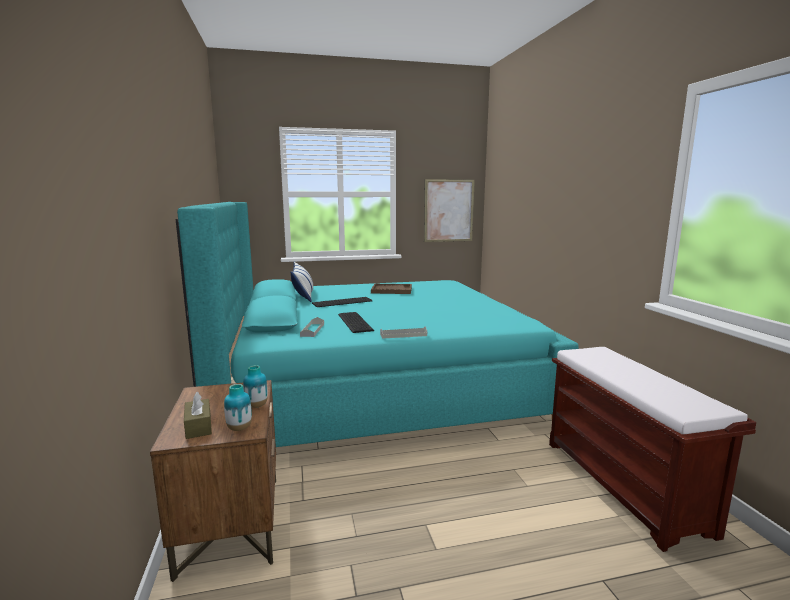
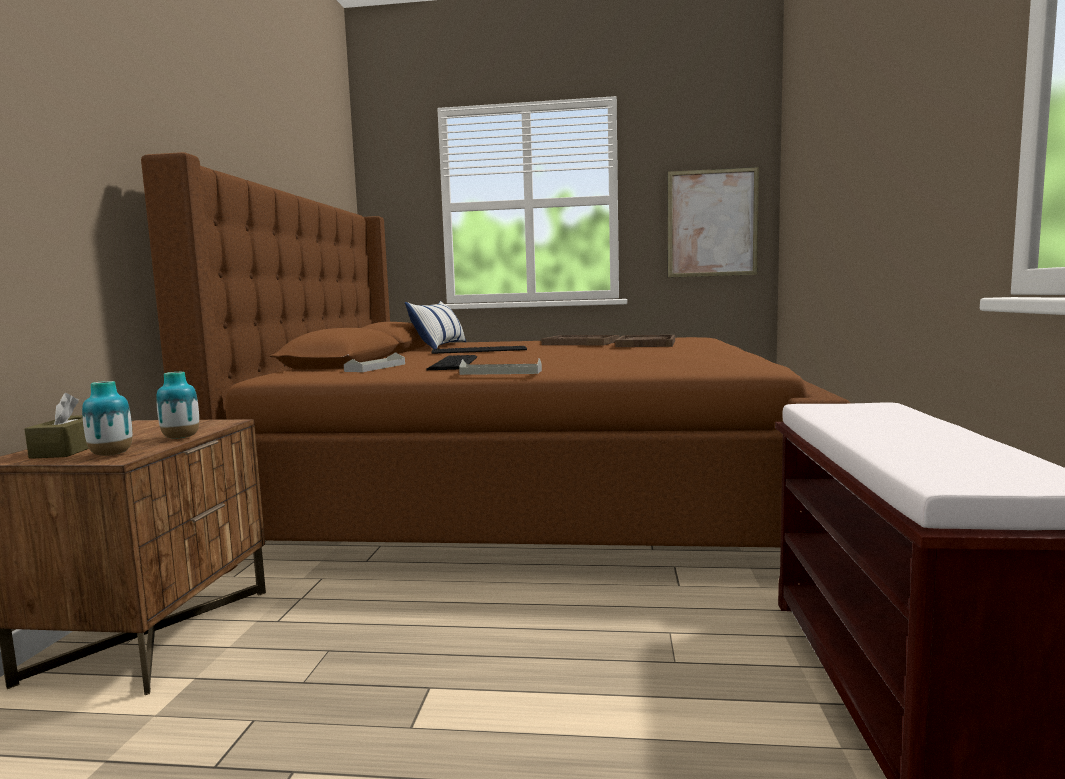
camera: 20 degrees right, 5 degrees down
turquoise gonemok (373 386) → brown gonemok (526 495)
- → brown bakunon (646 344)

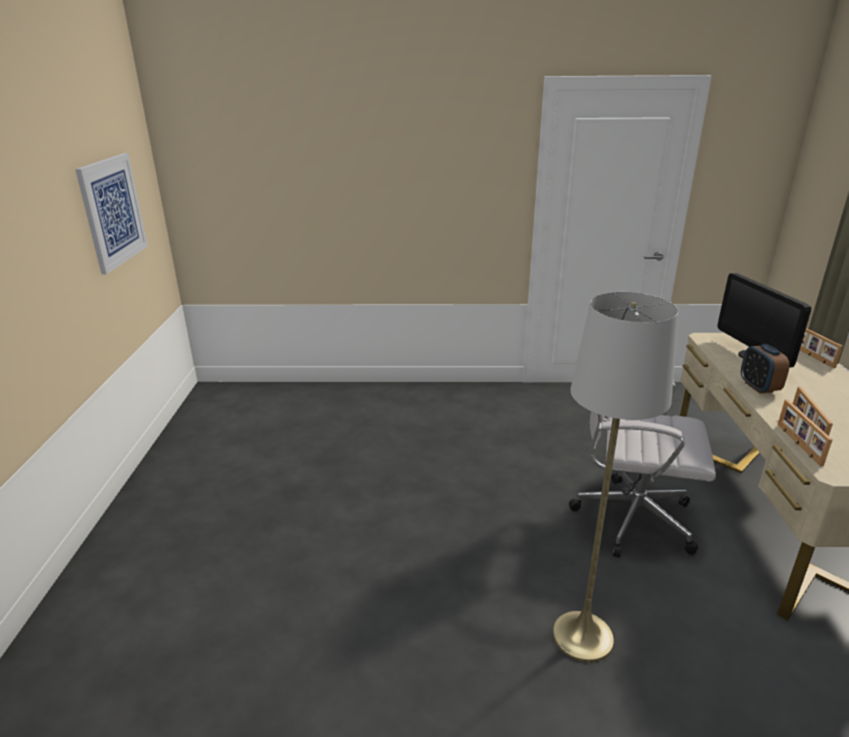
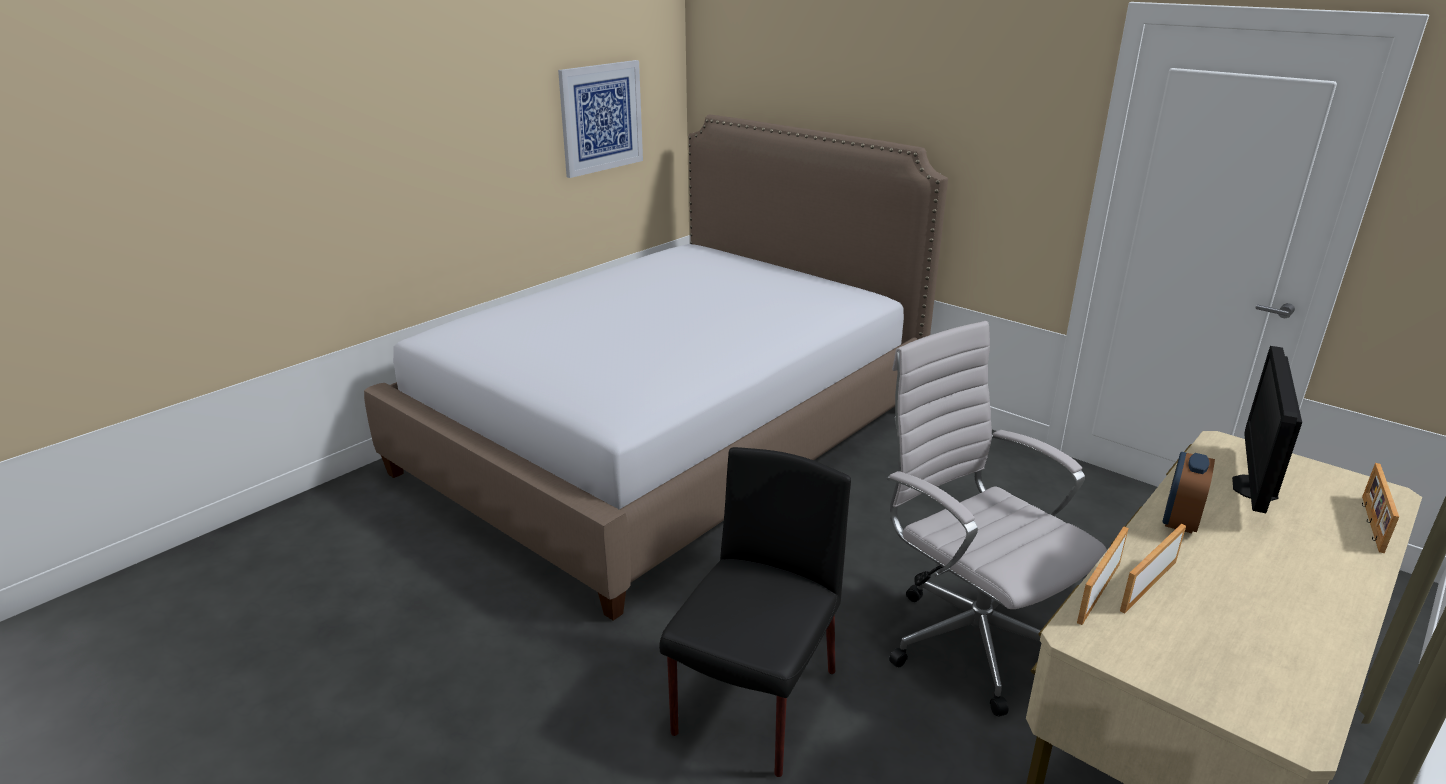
camera: 40 degrees right, 0 degrees up
- → gonemok (669 440)
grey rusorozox (582 636) → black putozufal (755 704)

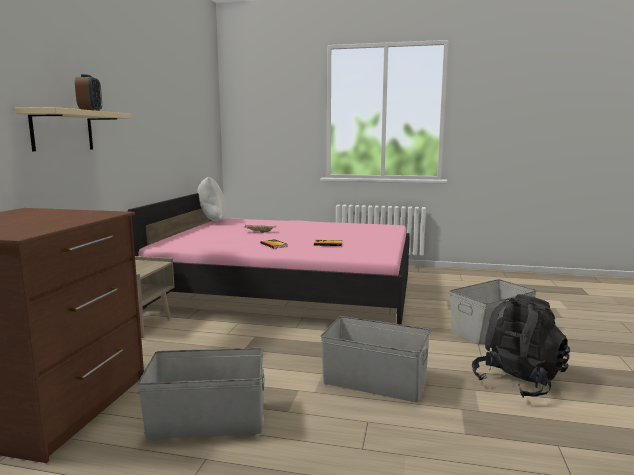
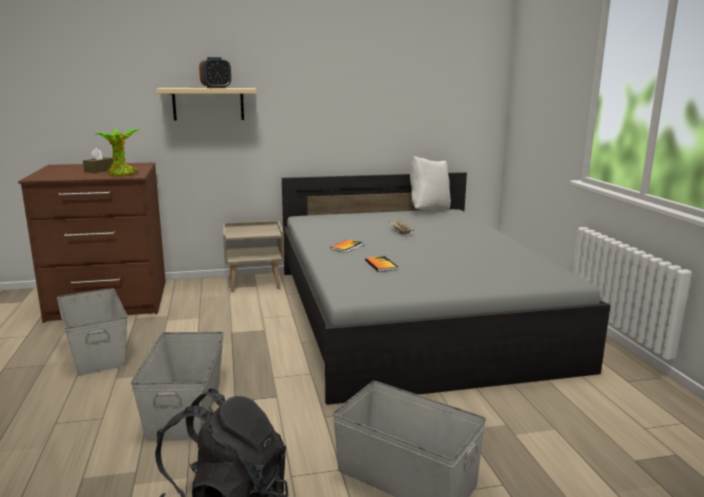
camera: 65 degrees right, 5 degrees up
- → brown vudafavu (99 170)
- → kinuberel (122 175)
pink gonemok (288 291) → grey gonemok (410 314)

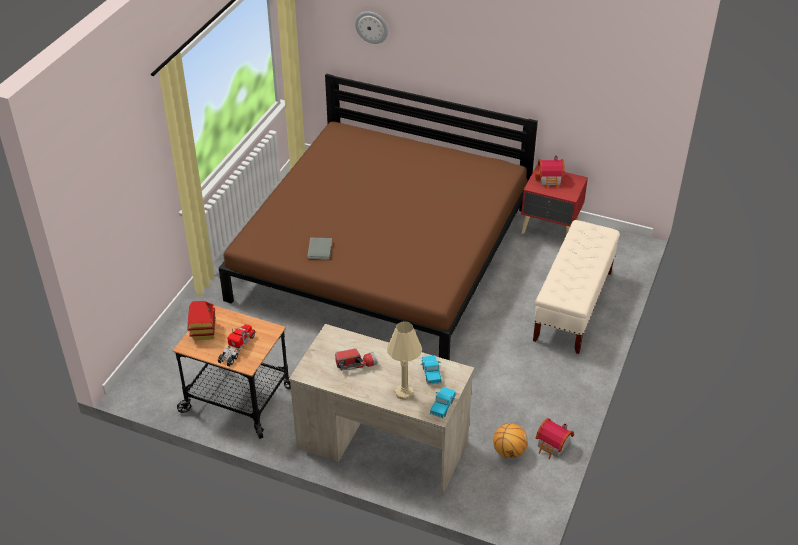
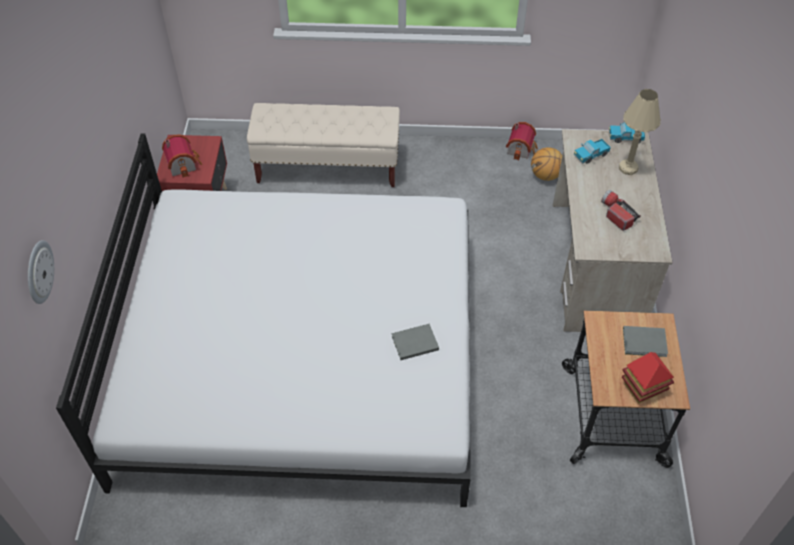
camera: 110 degrees left, 10 degrees up
brown gonemok (384 253) → white gonemok (301 355)
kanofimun (237 348) → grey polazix (645 343)

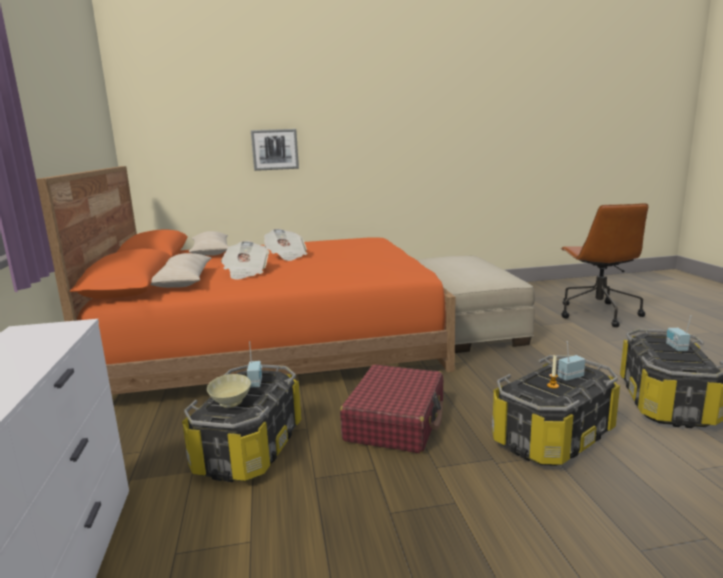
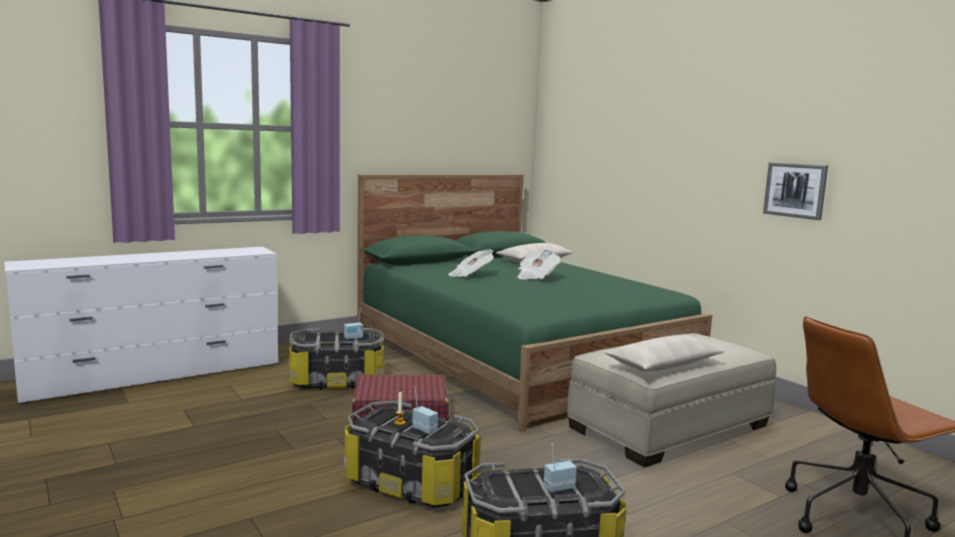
camera: 65 degrees right, 5 degrees down
orange gonemok (275 342) → green gonemok (517 356)
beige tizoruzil (183 281) → beige tizoruzil (664 365), shifted
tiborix (275 149) → tiborix (795 190), shifted
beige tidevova (230 403) → -

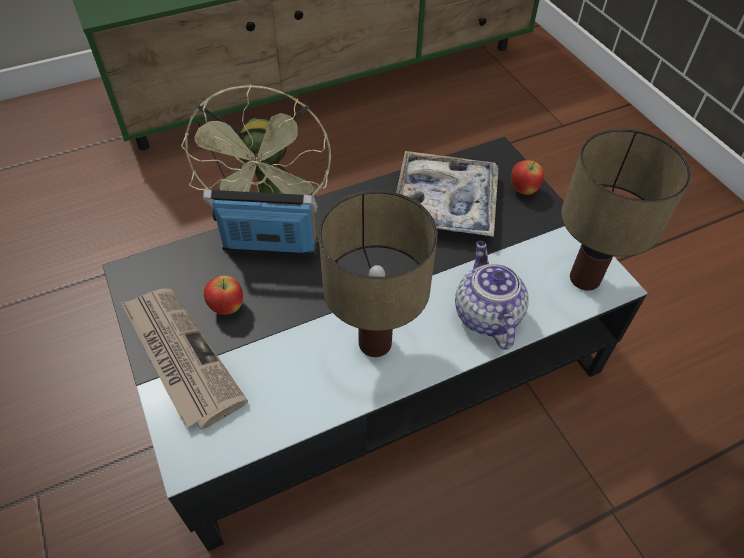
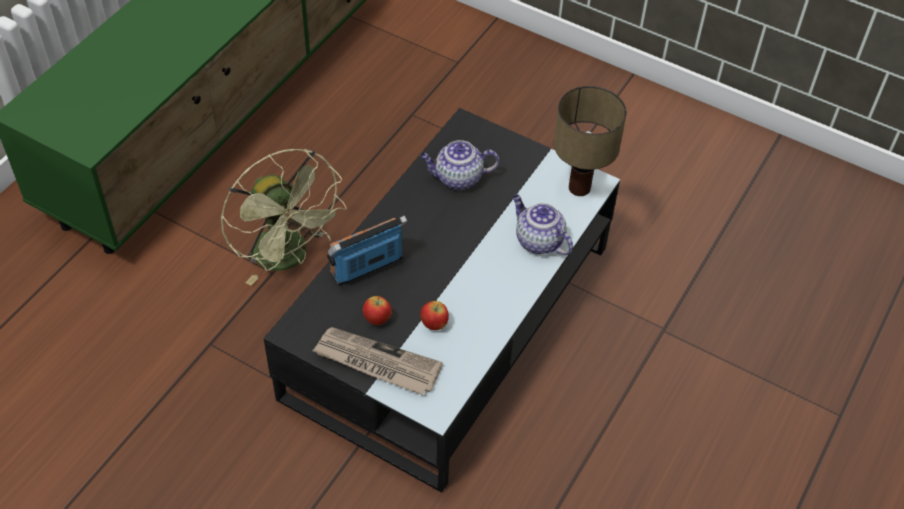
camera: 35 degrees left, 0 degrees up
bakunon (445 203) → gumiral (457 178)
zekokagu (523 190) → zekokagu (434 324), shifted
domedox (374 344) → -

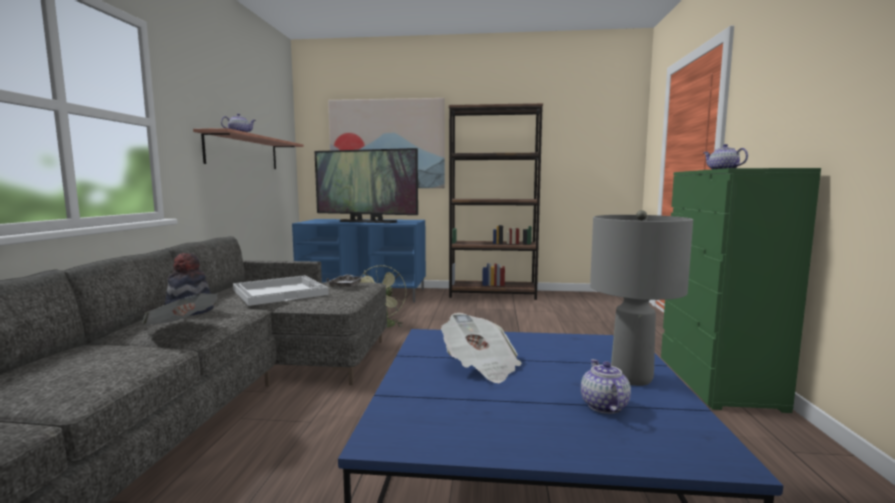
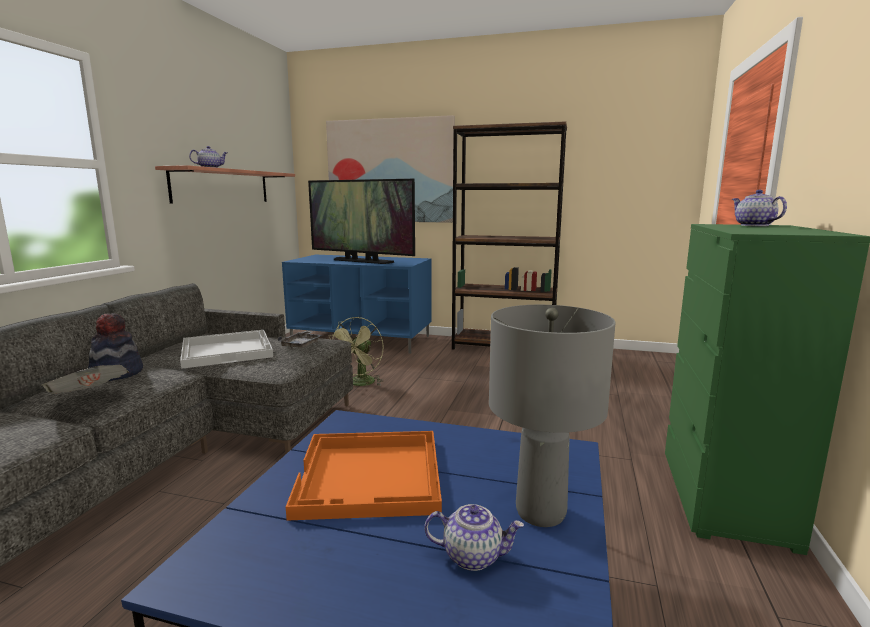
camera: 10 degrees right, 5 degrees up
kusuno (481 367) → orange bakunon (371 476)
gumiral (603 406) → gumiral (473 556), 90 degrees clockwise

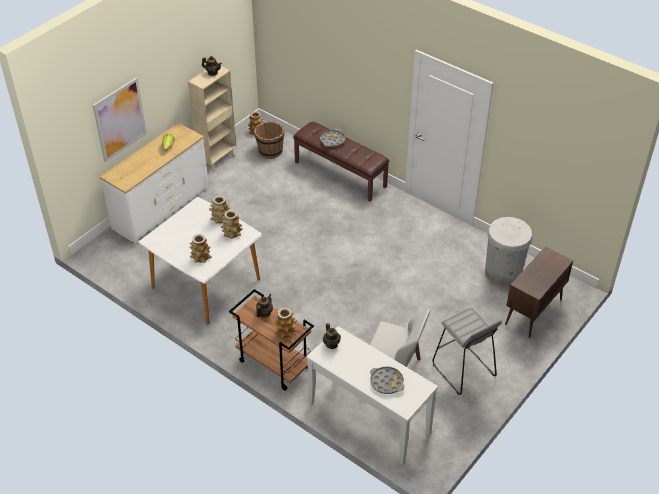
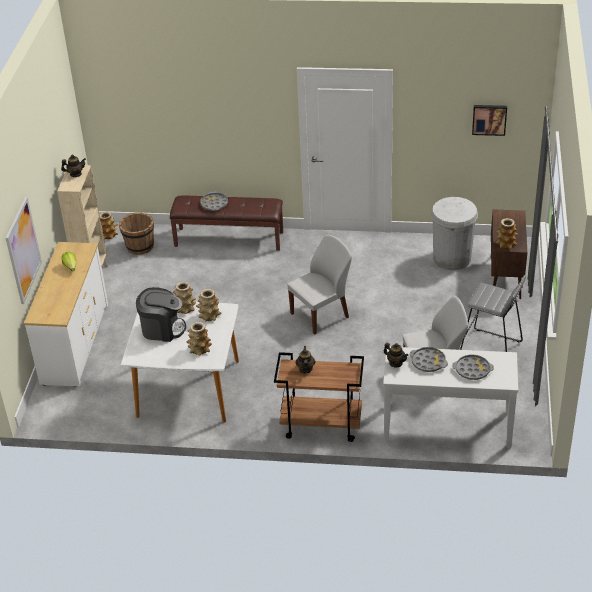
camera: 30 degrees left, 5 degrees down
- → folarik (162 329)
- → white putozufal (321 315)
- → grey bakunon (428 362)
- → tiborix (489 119)
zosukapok (286 331) → zosukapok (506 244), shifted

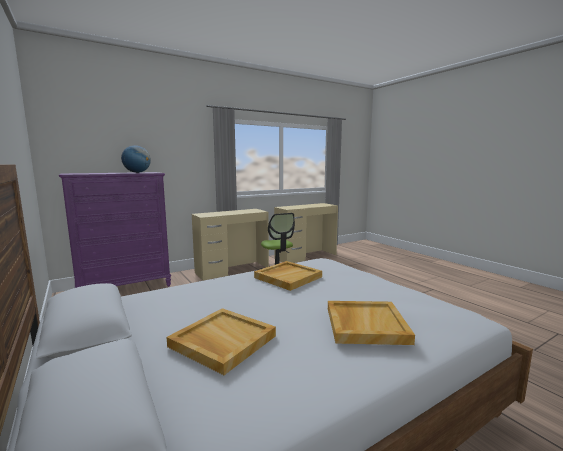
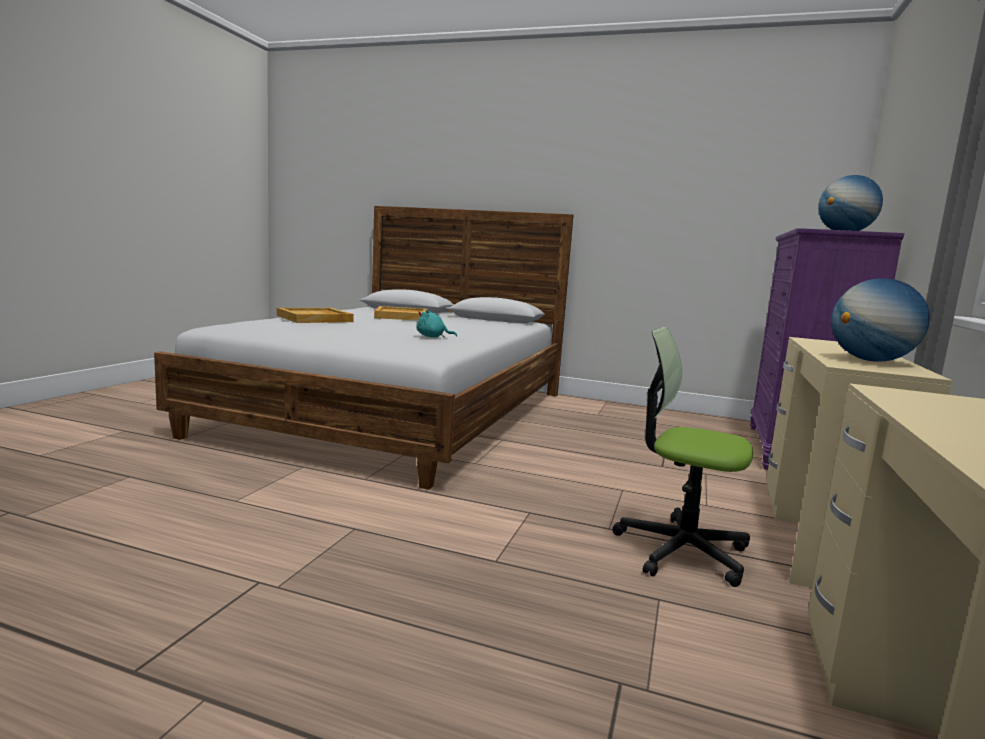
camera: 140 degrees right, 0 degrees up
beige bakunon (288 277) → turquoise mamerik (432 337)
- → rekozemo (871 360)

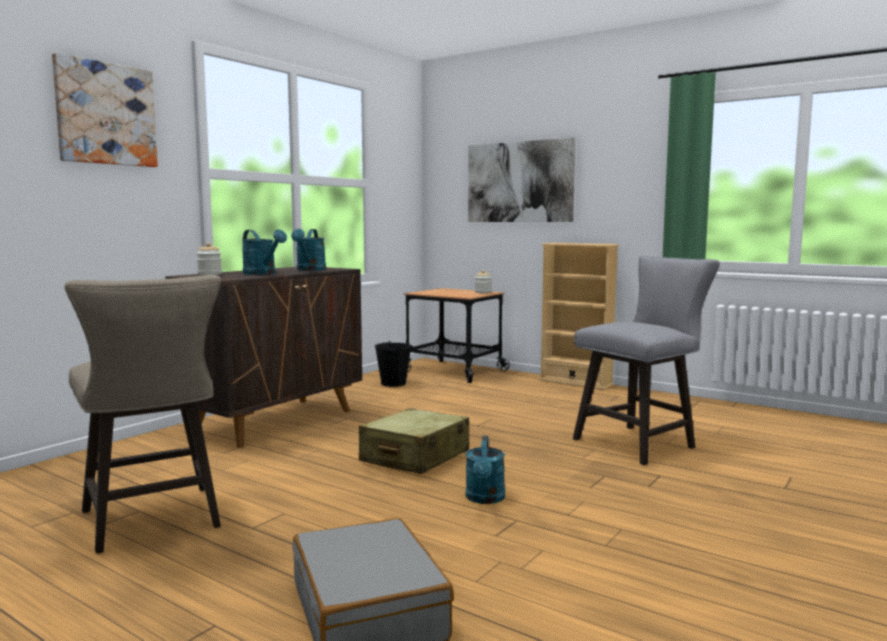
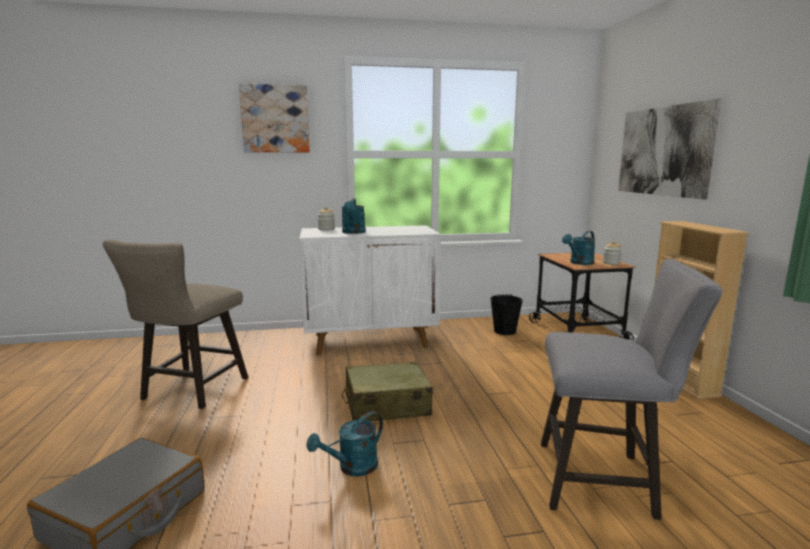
camera: 45 degrees right, 5 degrees up
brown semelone (276 421) → white semelone (371 340)
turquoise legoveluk (309 270) → turquoise legoveluk (579 263), shifted

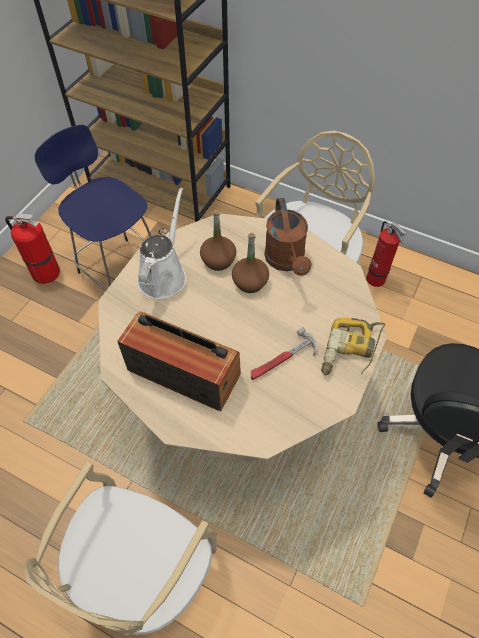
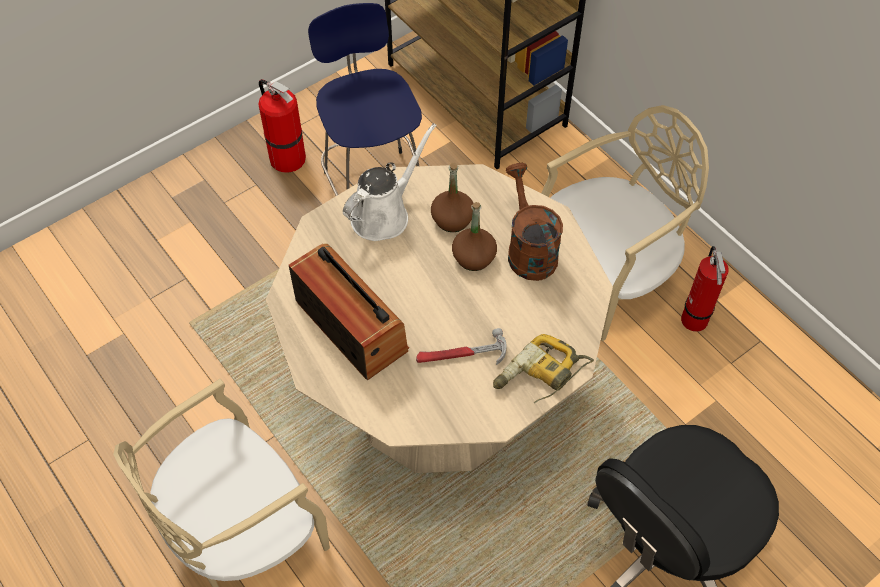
camera: 25 degrees right, 0 degrees up
brown legoveluk (286 261) → brown legoveluk (528 249), 150 degrees clockwise

